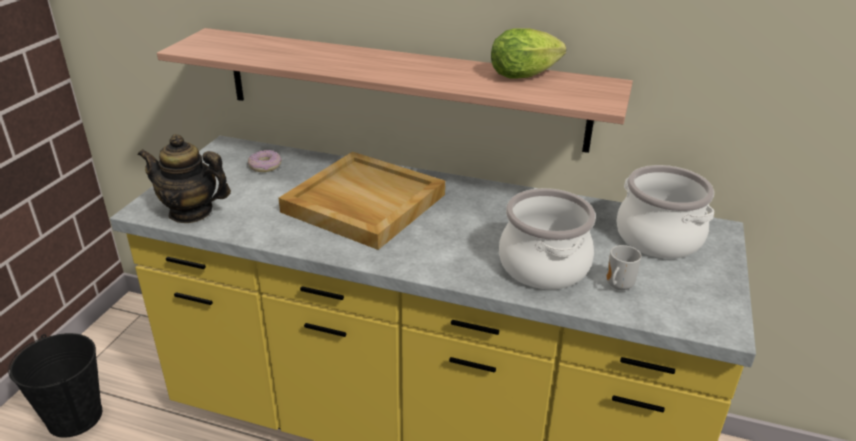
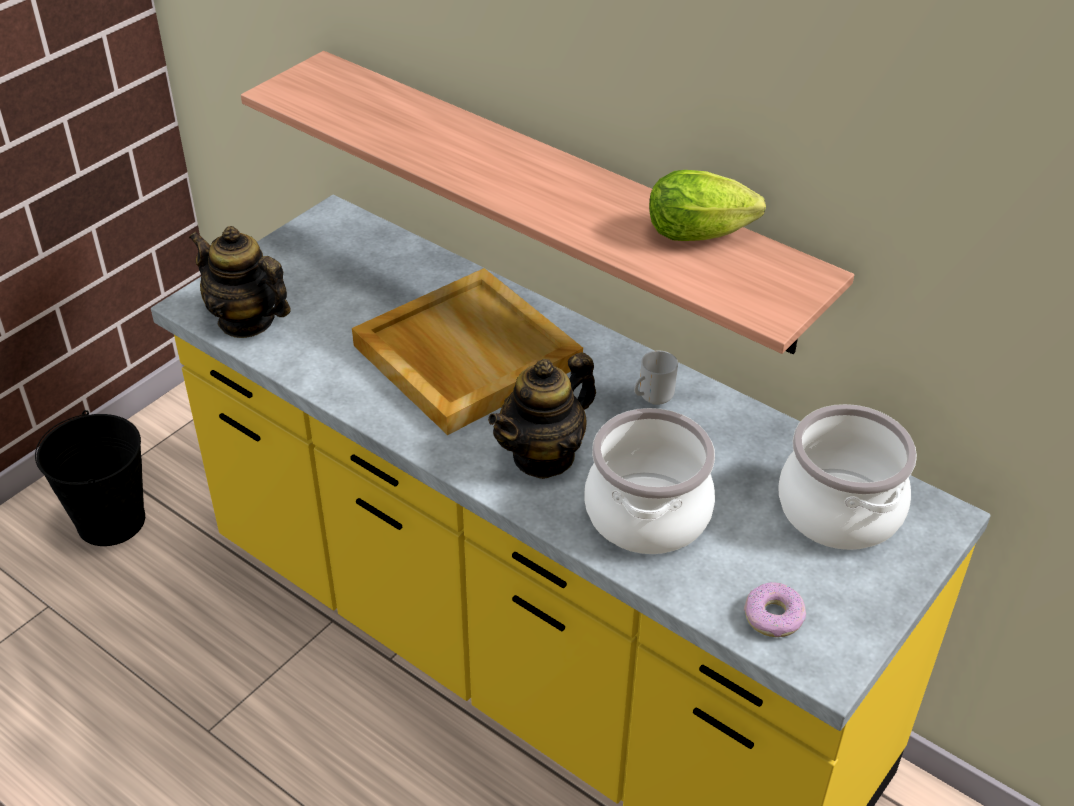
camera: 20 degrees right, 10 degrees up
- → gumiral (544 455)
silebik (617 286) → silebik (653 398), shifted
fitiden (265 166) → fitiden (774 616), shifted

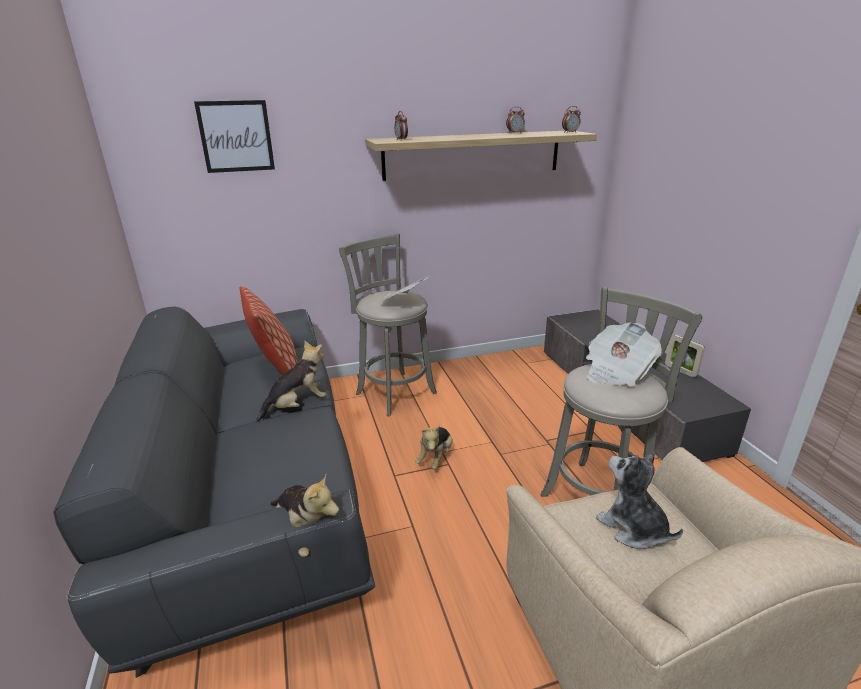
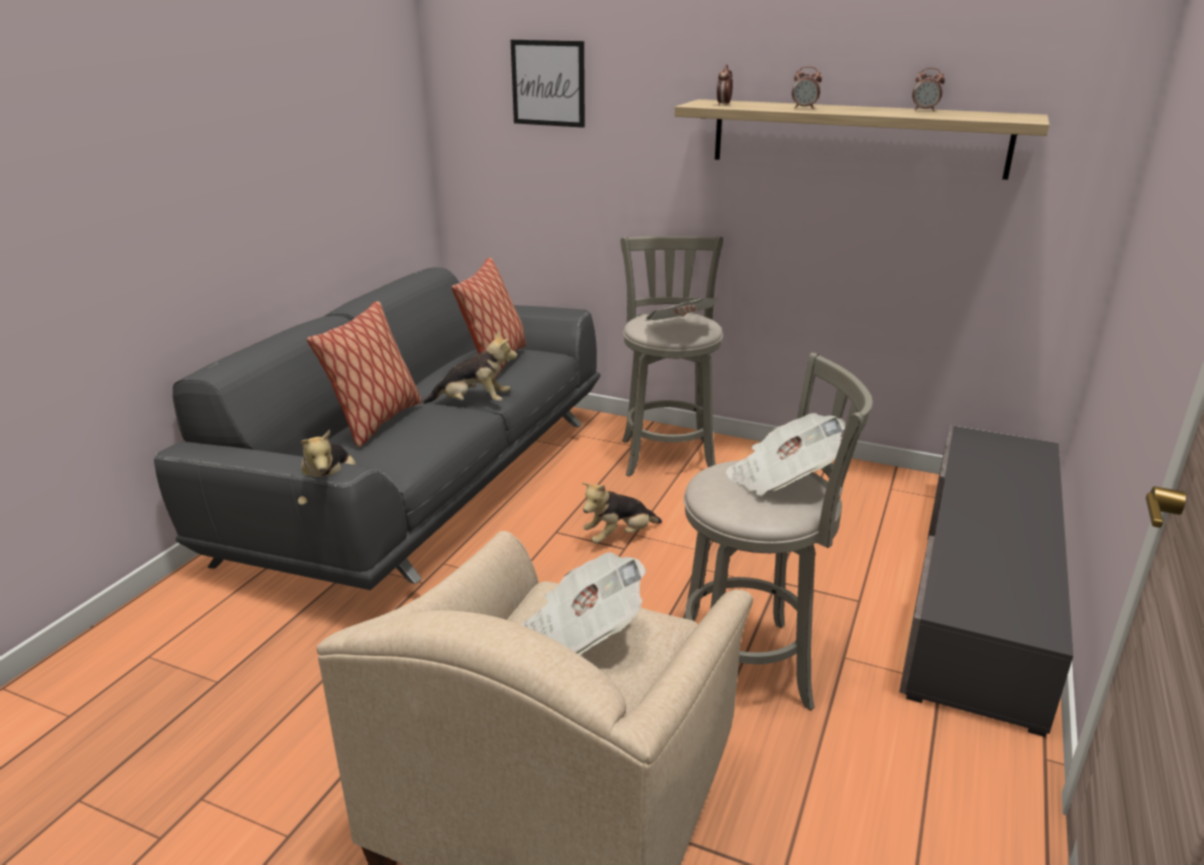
camera: 40 degrees right, 0 degrees up
- → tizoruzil (376 422)
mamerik (632 528) → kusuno (580 634)
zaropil (570 133) → zaropil (804 108), shifted
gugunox (680 370) → -

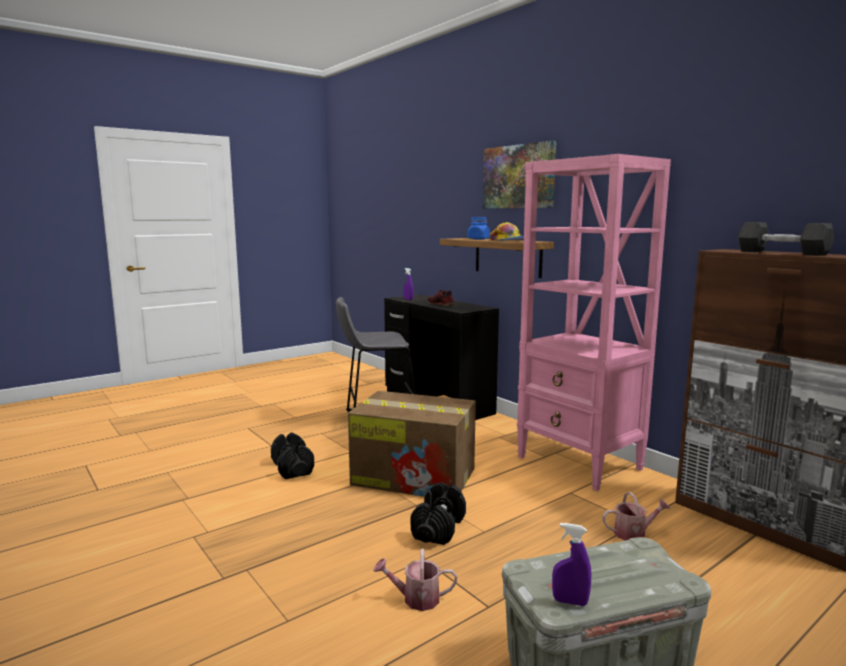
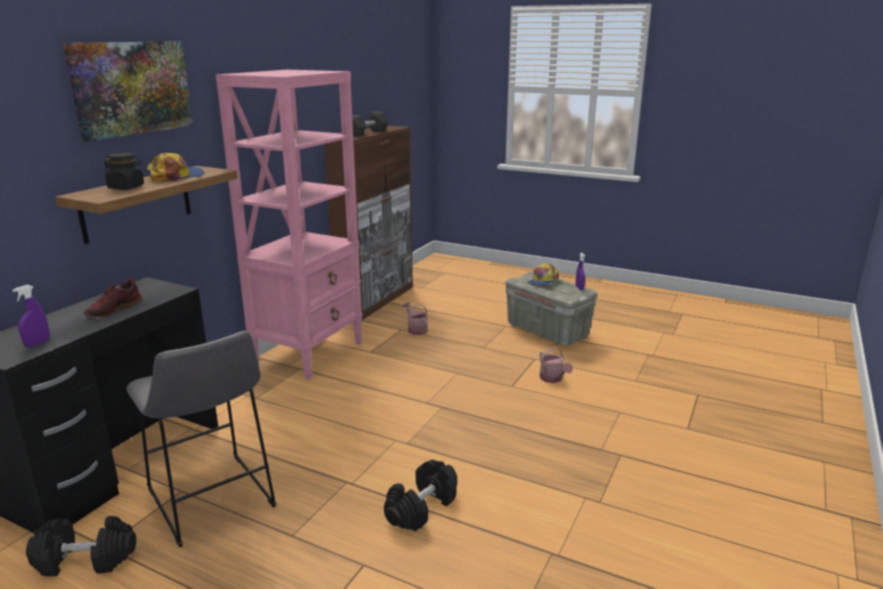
camera: 115 degrees left, 10 degrees up
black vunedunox (439 528) → black vunedunox (86 559), shifted
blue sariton (478 239) → black sariton (126 187)
- → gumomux (543 281)
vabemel (415 477) → -

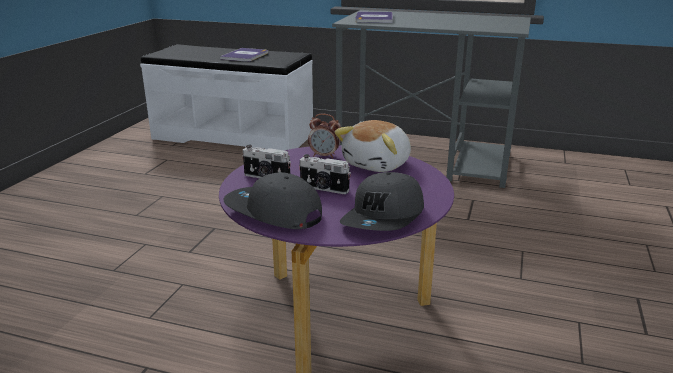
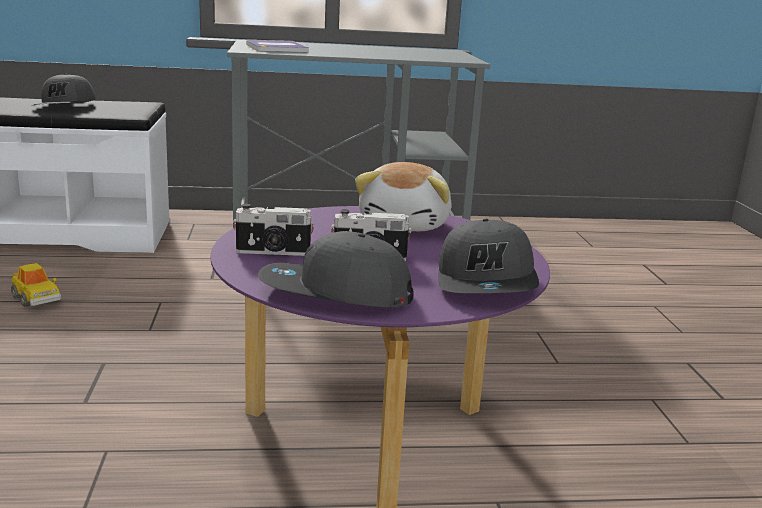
camera: 25 degrees left, 5 degrees down
- → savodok (36 299)
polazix (245 56) → grey gumomux (67 106)
zaropil (324 156) → -

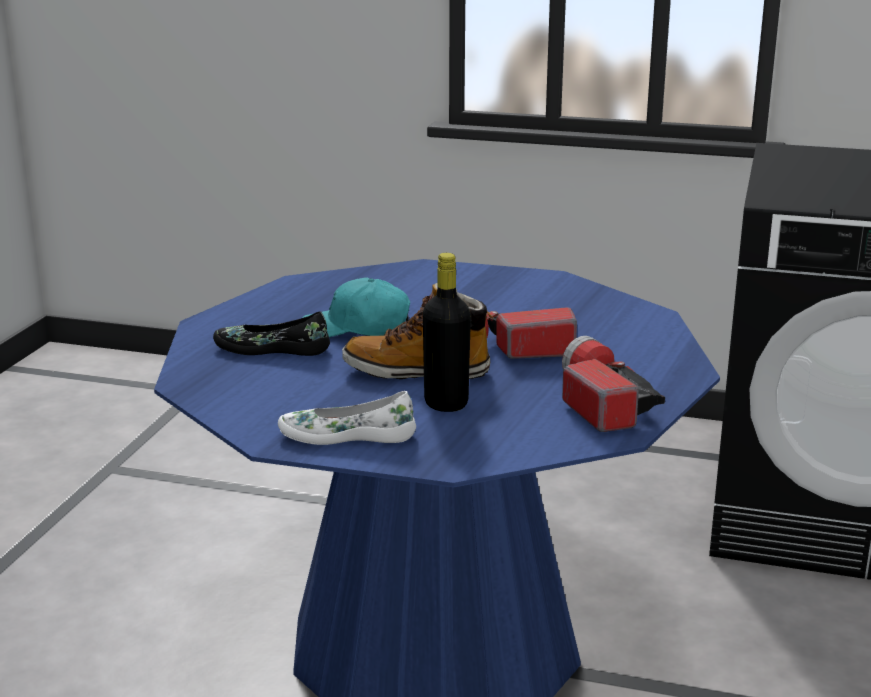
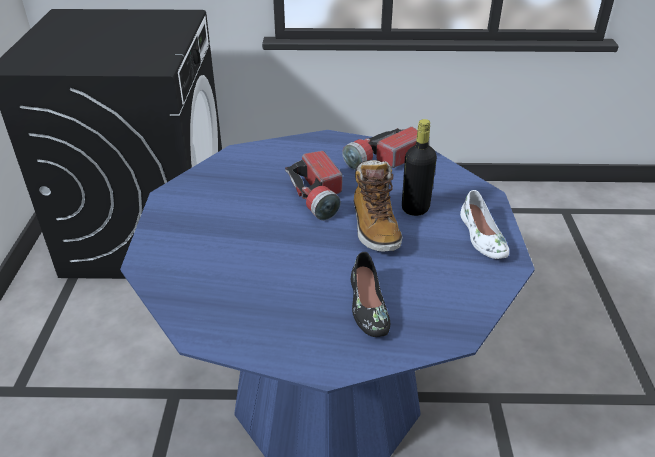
camera: 105 degrees left, 15 degrees up
turquoise gumomux (358 329) → -

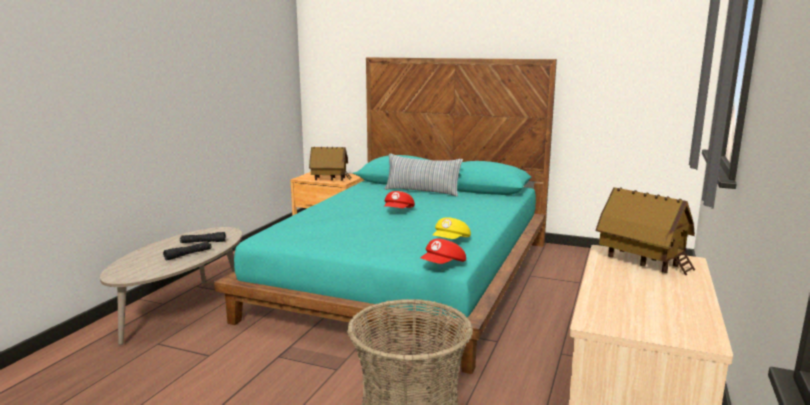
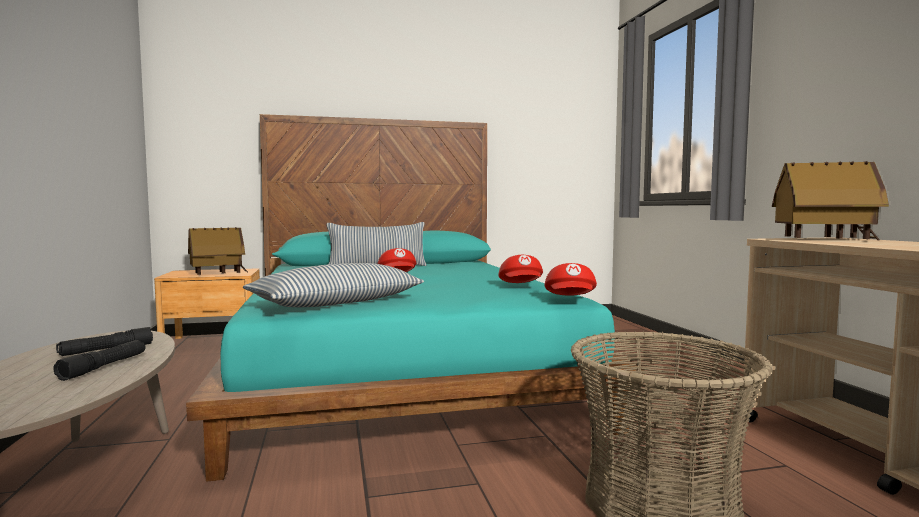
camera: 35 degrees left, 10 degrees down
- → tizoruzil (337 303)
yellow gumomux (451 241) → red gumomux (522 286)

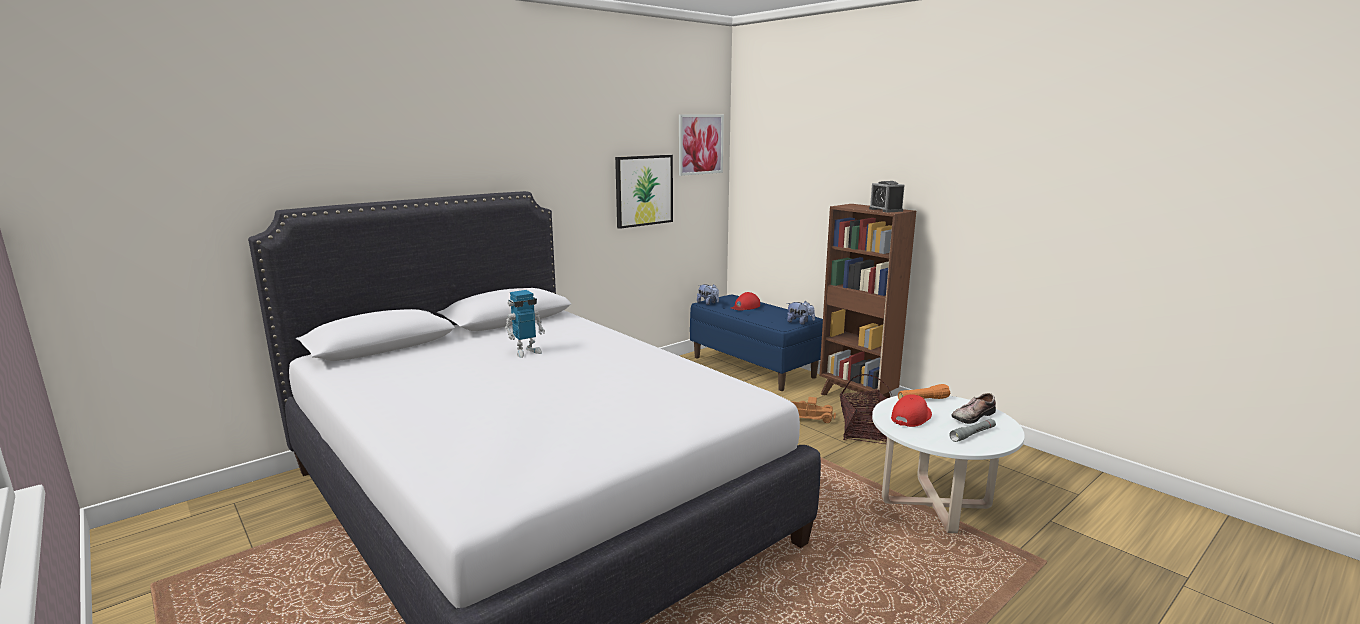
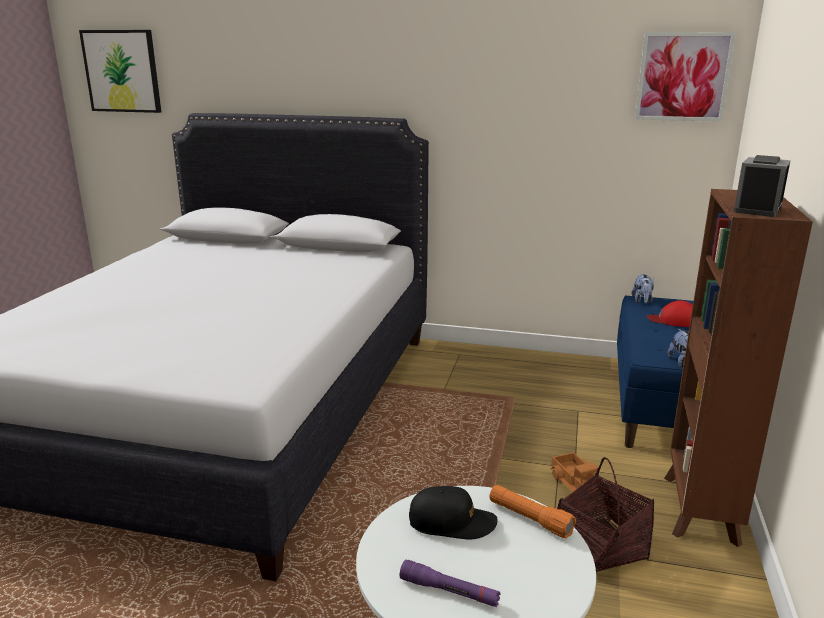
camera: 55 degrees right, 5 degrees up
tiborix (644 190) → tiborix (122 71), shifted
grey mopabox (973 434) → purple mopabox (449 591)
red gumomux (911 417) → black gumomux (451 522)
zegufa (526 352) → -
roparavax (971 416) → -

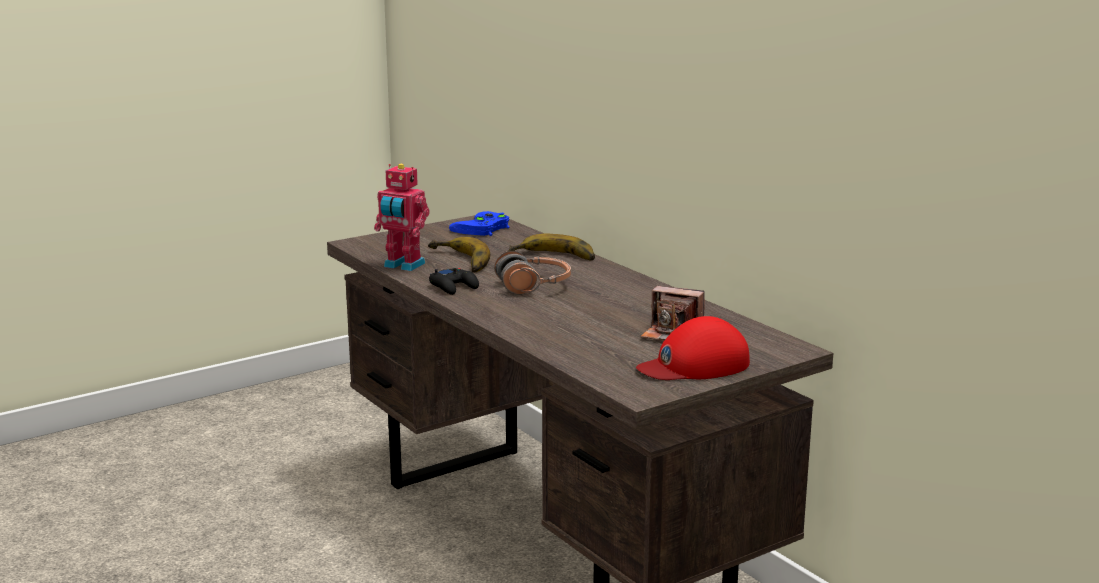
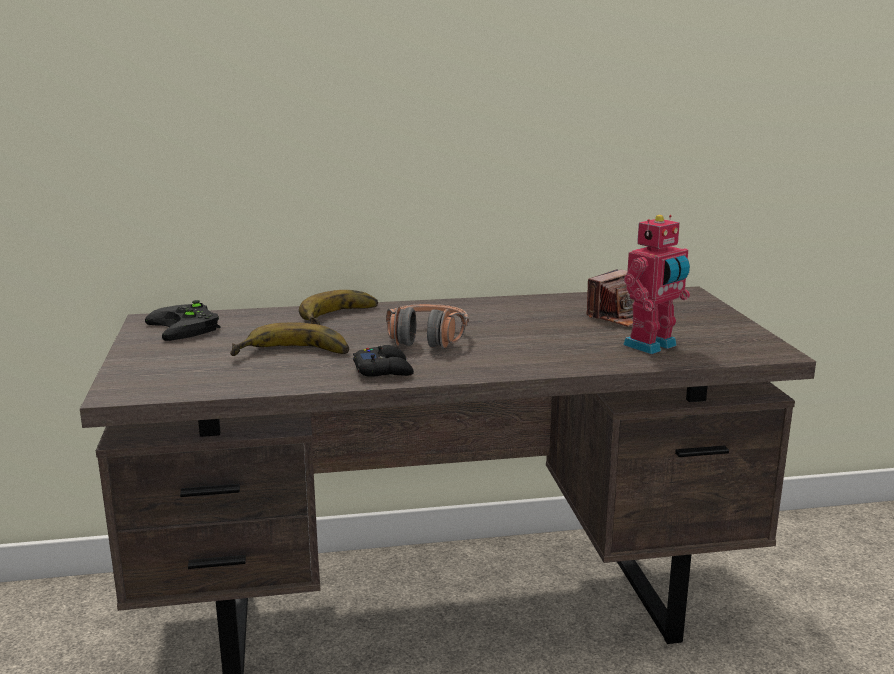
camera: 65 degrees left, 0 degrees up
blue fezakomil (482 229) → black fezakomil (188 327)
zegufa (403 266) → zegufa (652 346), shifted
red gumomux (694 365) → -

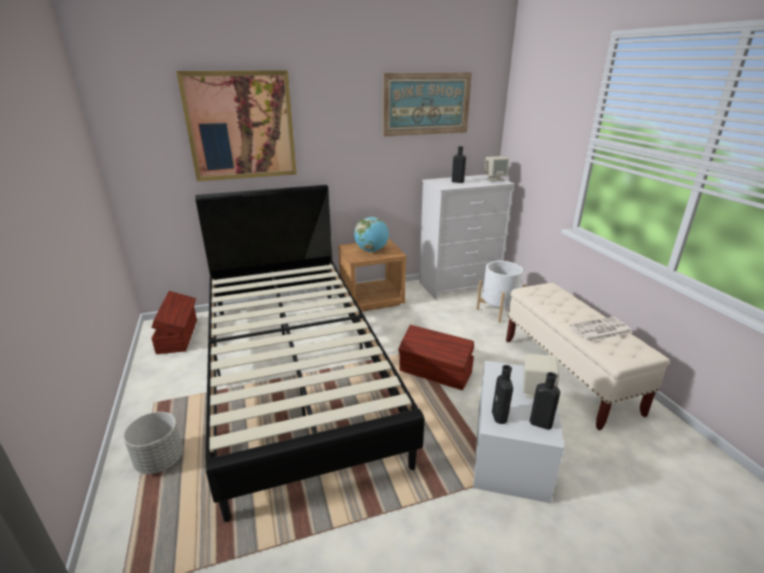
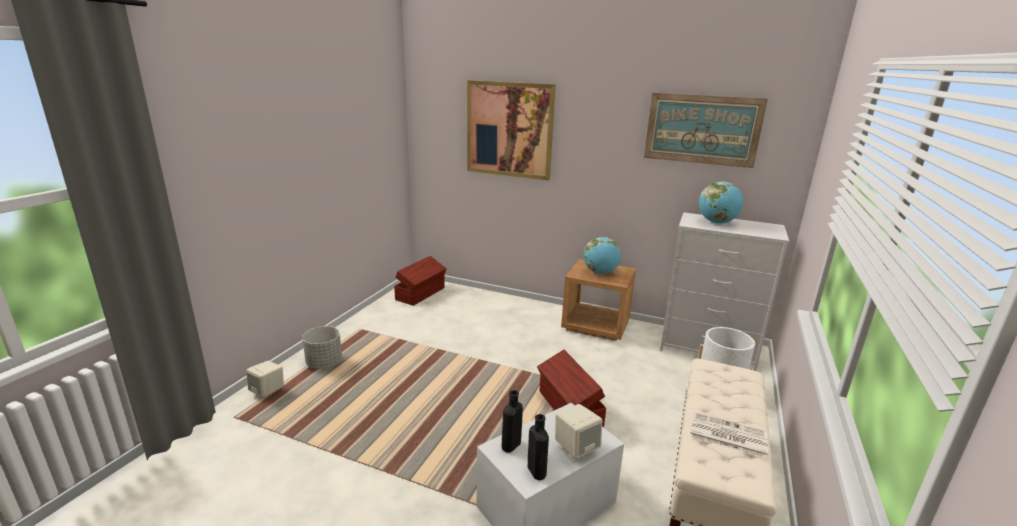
camera: 40 degrees right, 5 degrees down
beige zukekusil (495 179) → beige zukekusil (268 393), shifted
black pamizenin (456 181) → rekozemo (717 222)
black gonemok (295 371) → -

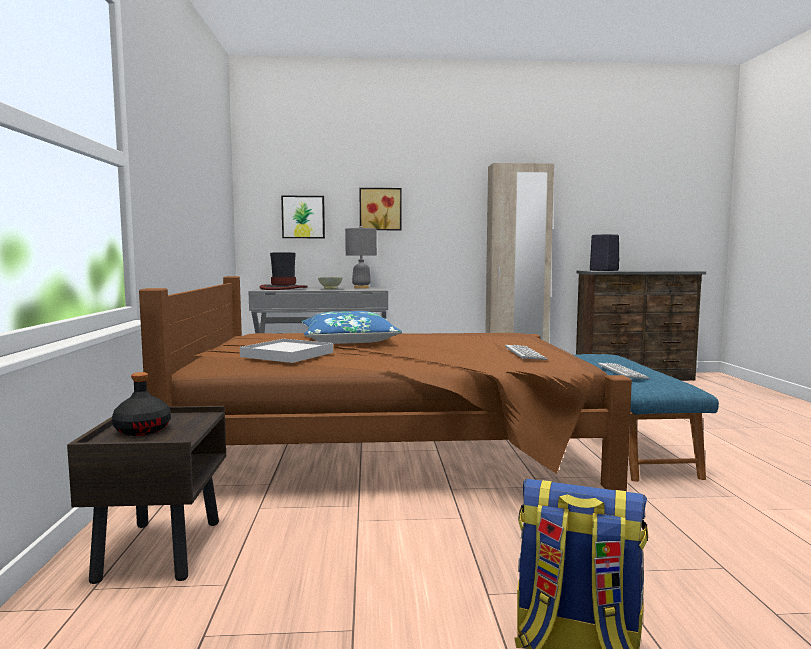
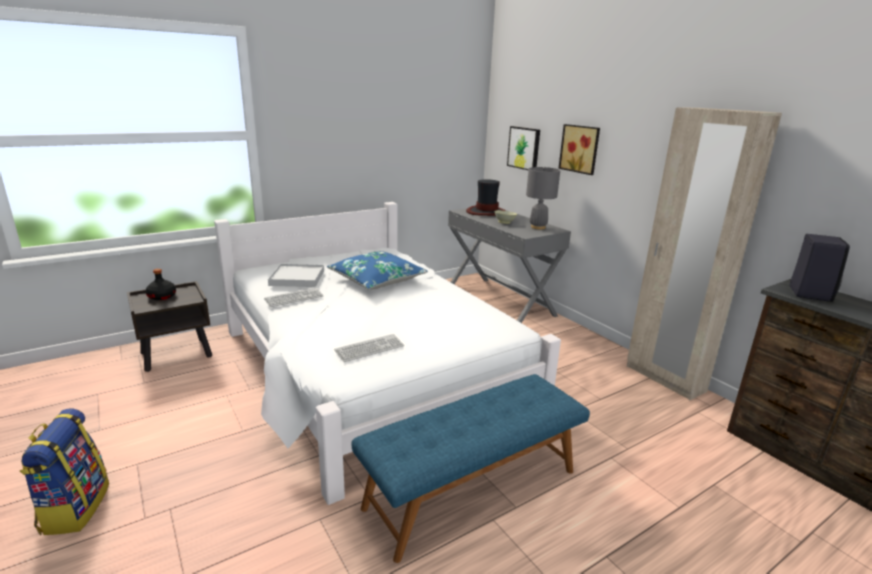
camera: 60 degrees right, 15 degrees up
brown gonemok (391 445) → white gonemok (370 369)
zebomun (622 372) → zebomun (294 298), shifted

